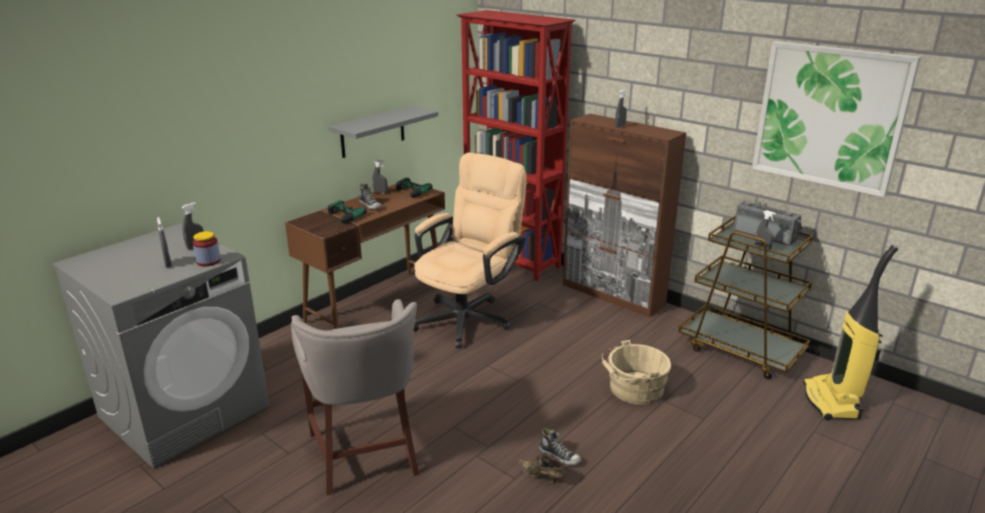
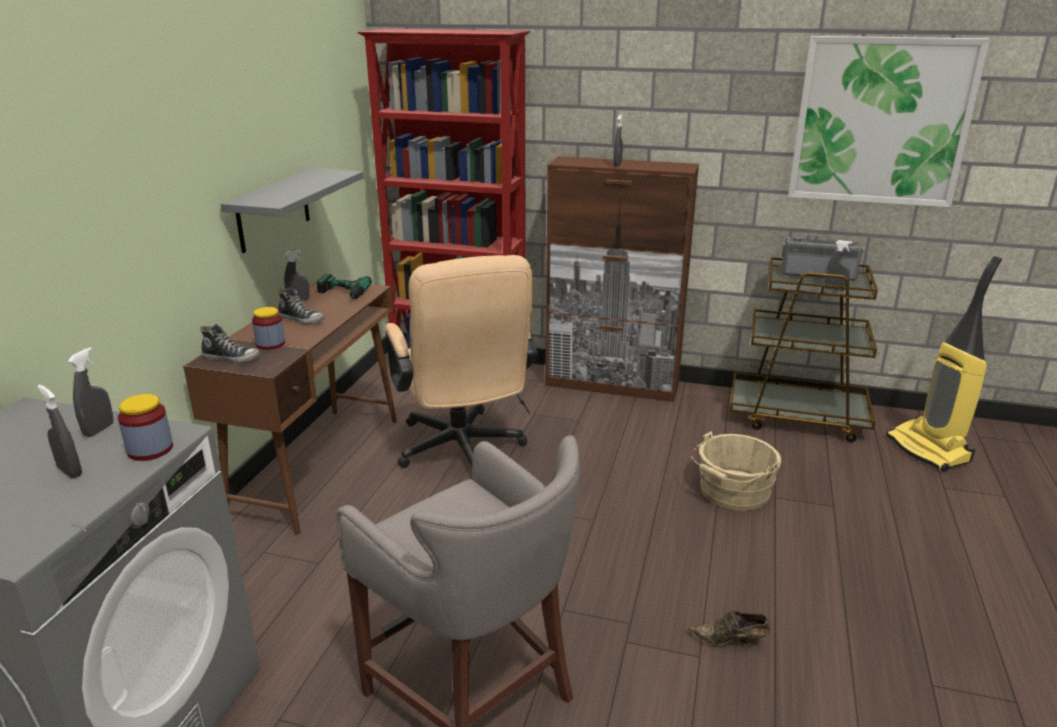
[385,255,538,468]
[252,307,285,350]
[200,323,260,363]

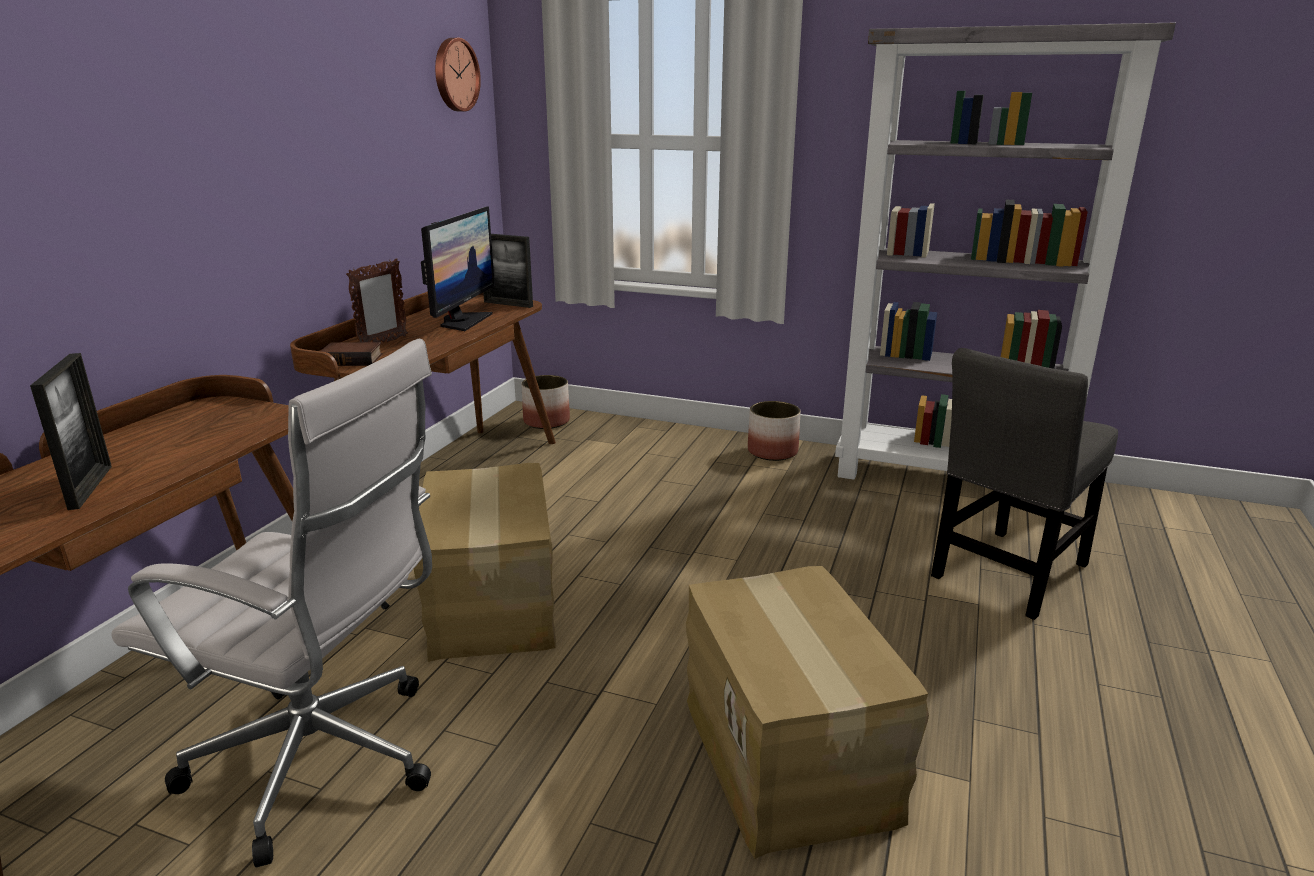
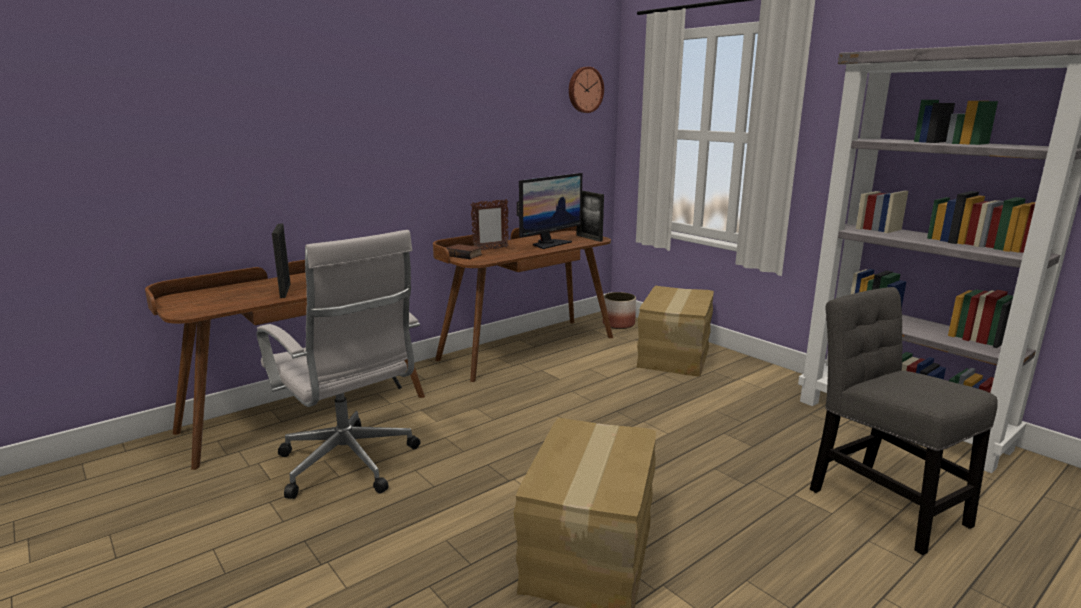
[810,287,998,555]
[272,224,291,298]
[748,401,801,461] (first image)
[636,285,714,377]

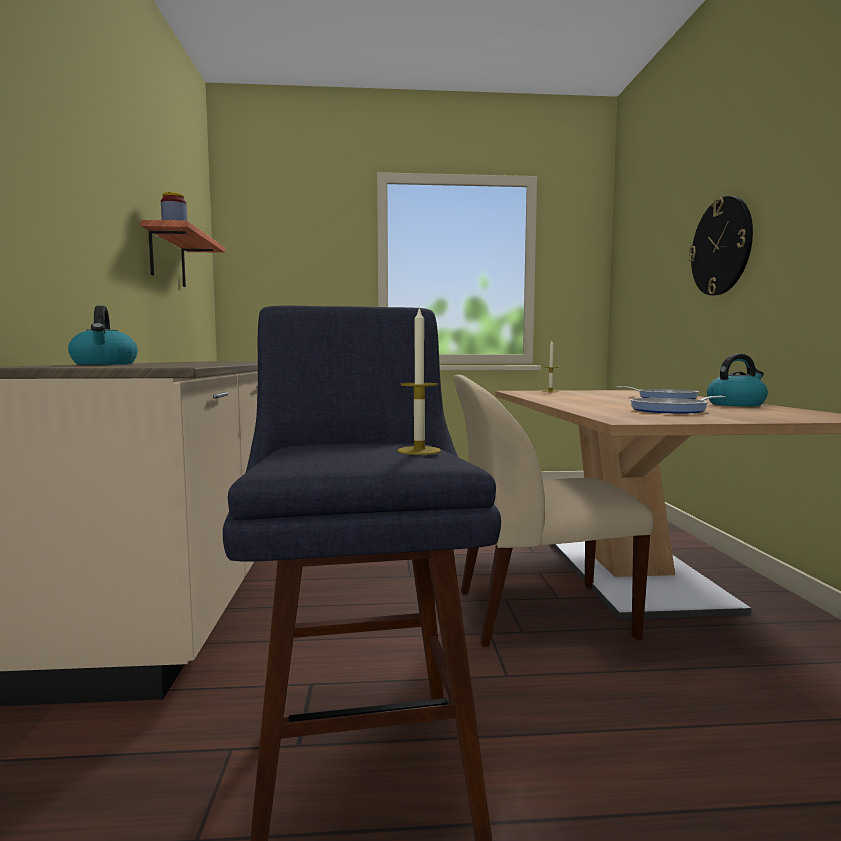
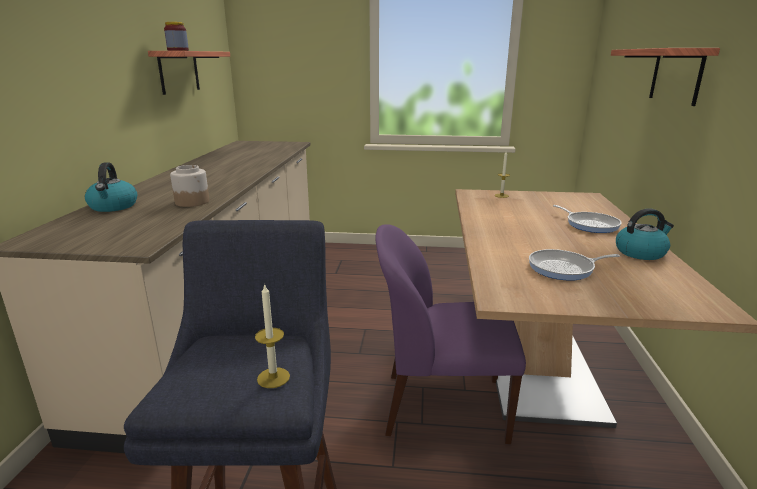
[611,48,720,106]
[375,224,526,444]
[170,165,209,207]

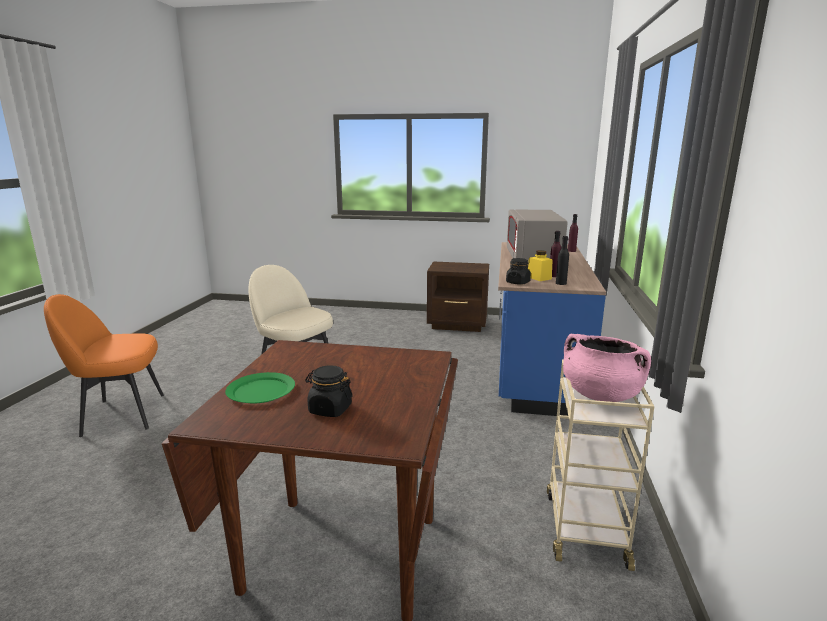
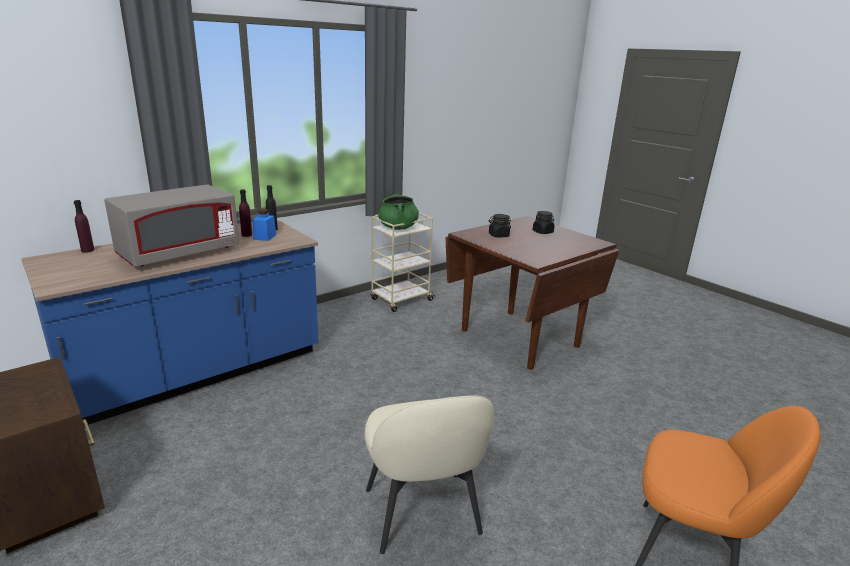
[252,209,276,241]
[489,214,511,237]
[378,194,419,230]
[225,372,295,403] (first image)

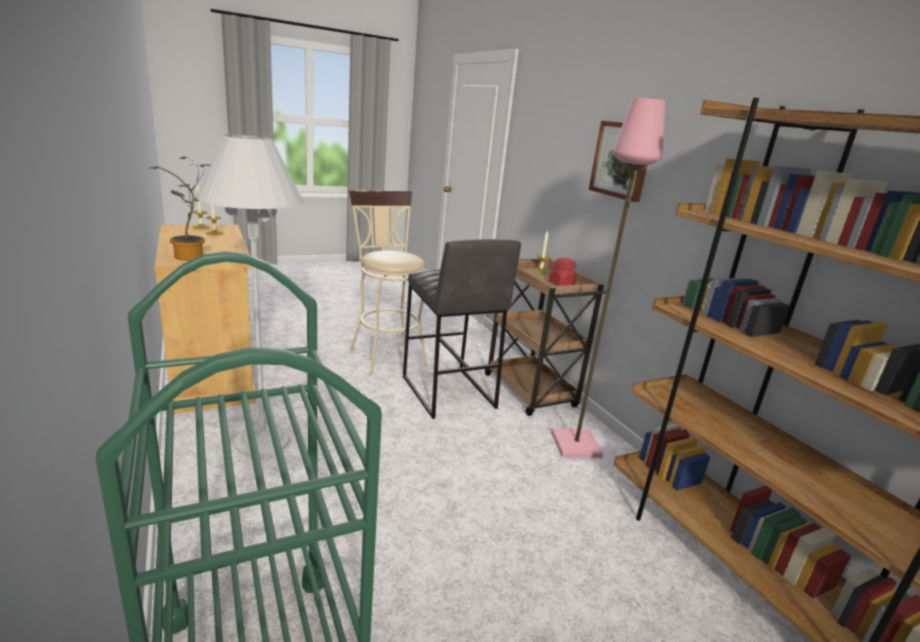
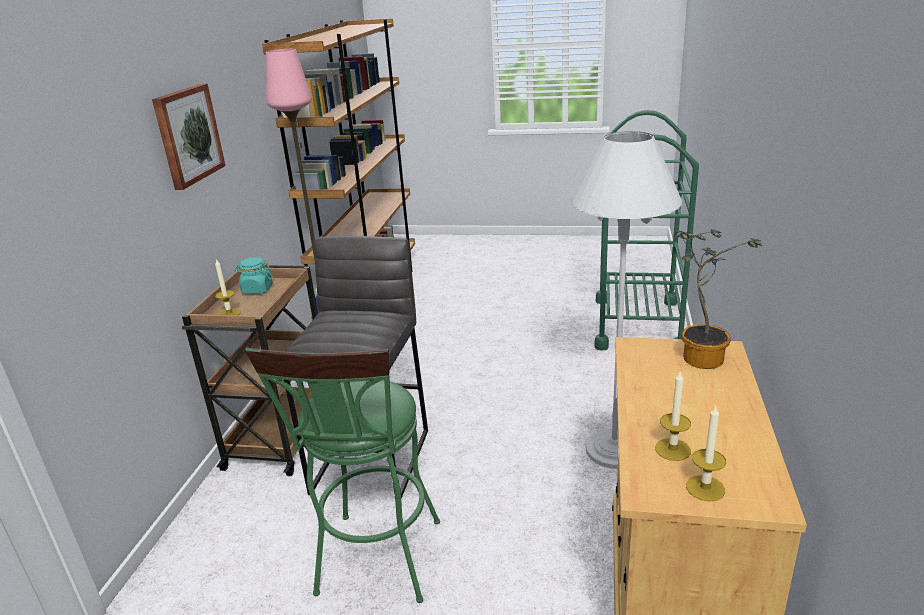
[245,347,440,603]
[235,257,273,294]

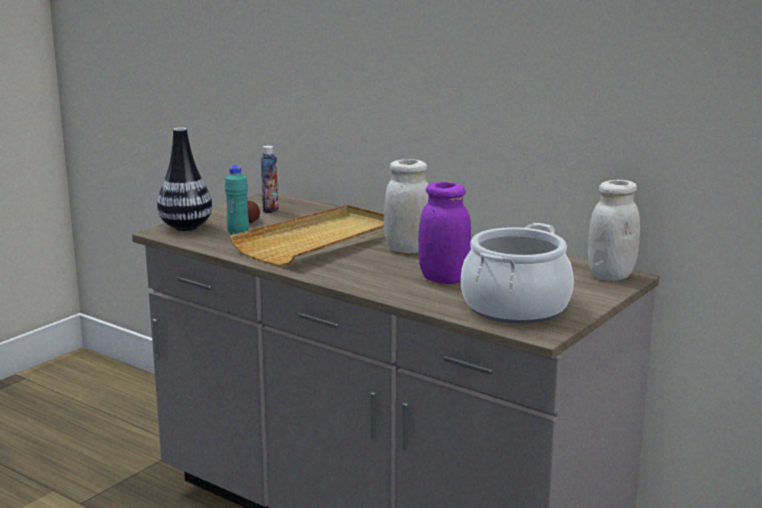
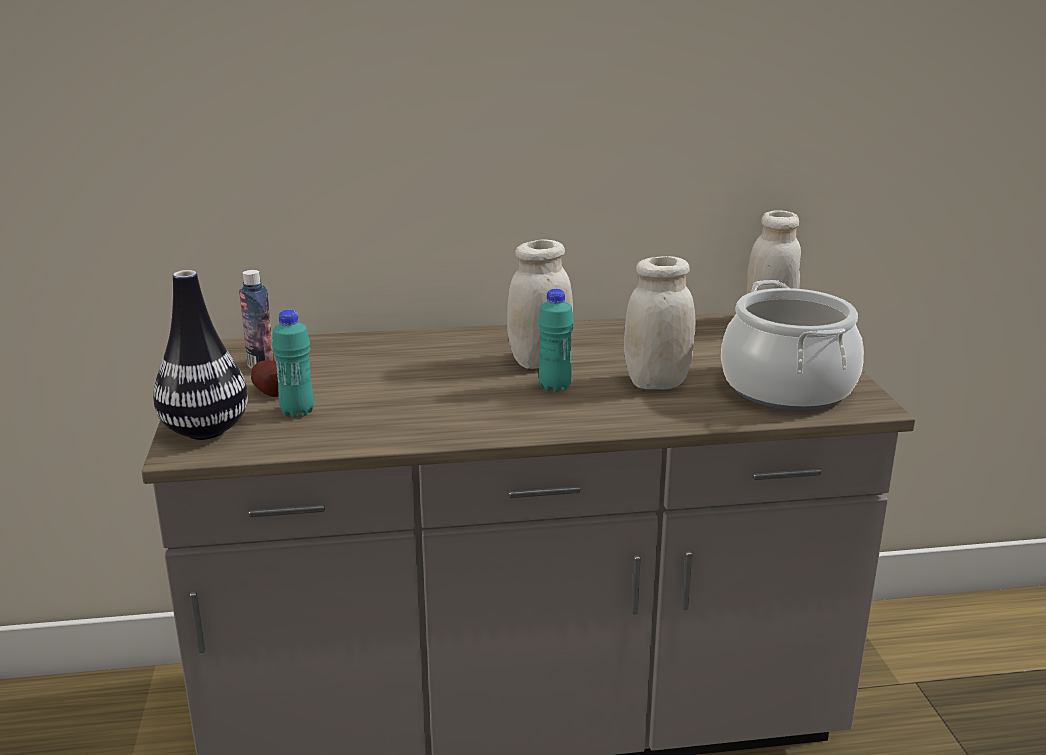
[624,256,695,389]
[230,205,385,266] (first image)
[538,289,574,392]

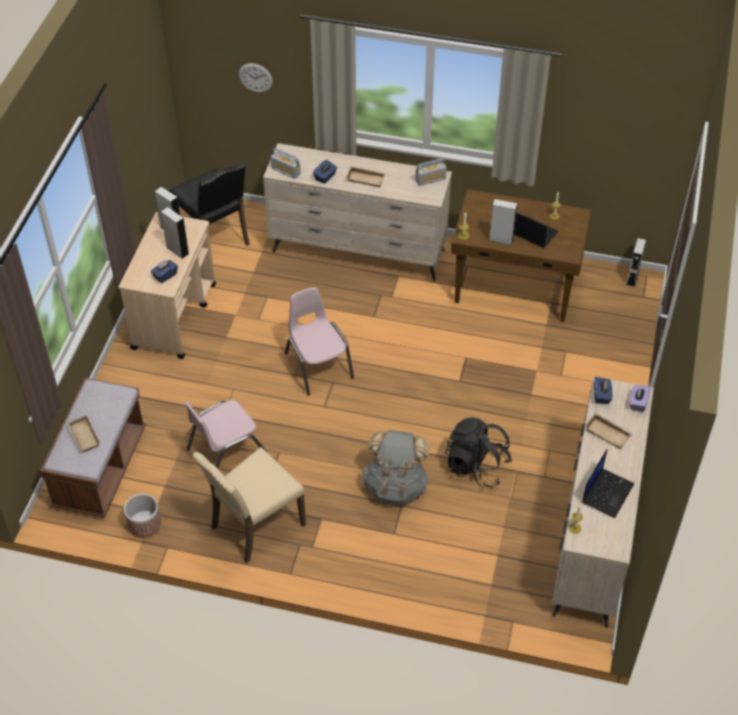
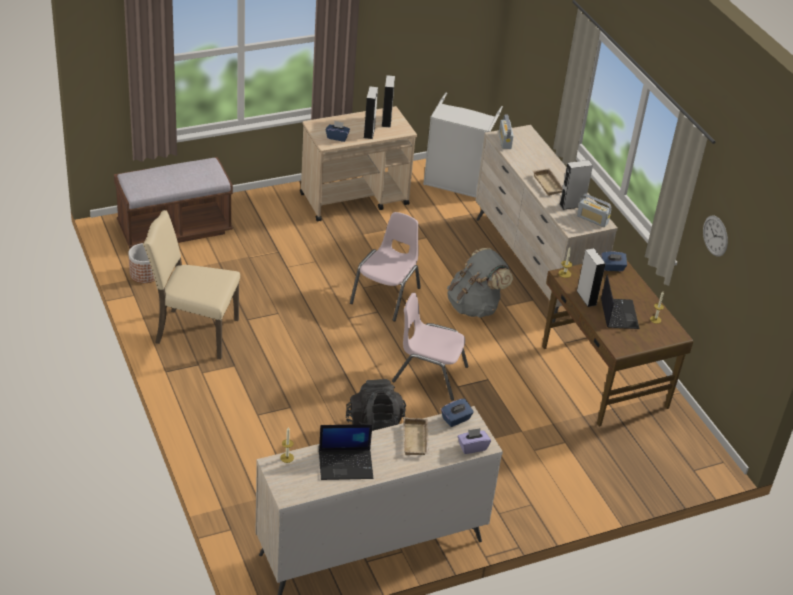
[703,216,728,256]
[601,252,627,271]
[423,93,503,198]
[559,160,593,210]
[392,293,468,401]
[66,415,101,452] (first image)
[447,248,513,318]

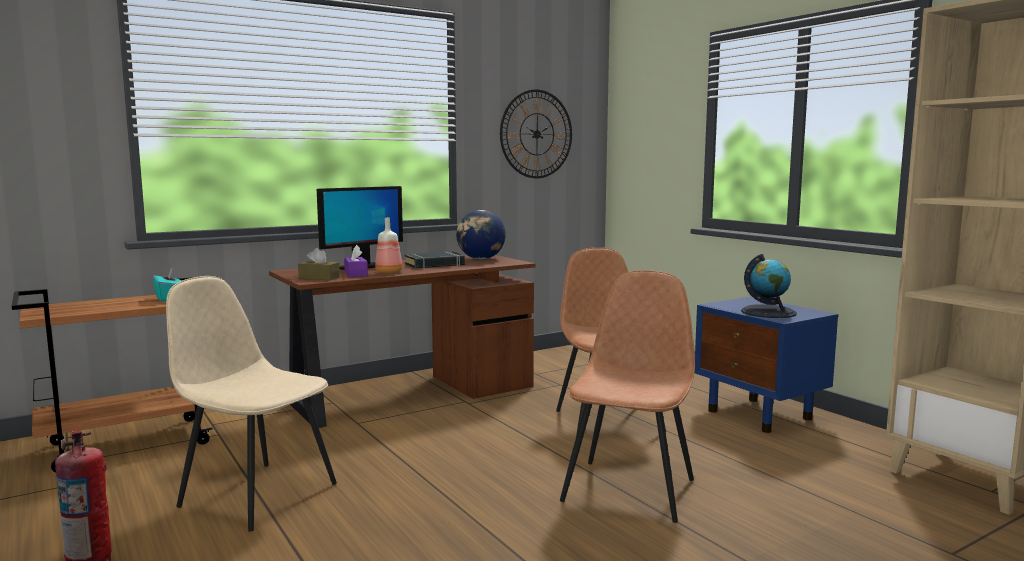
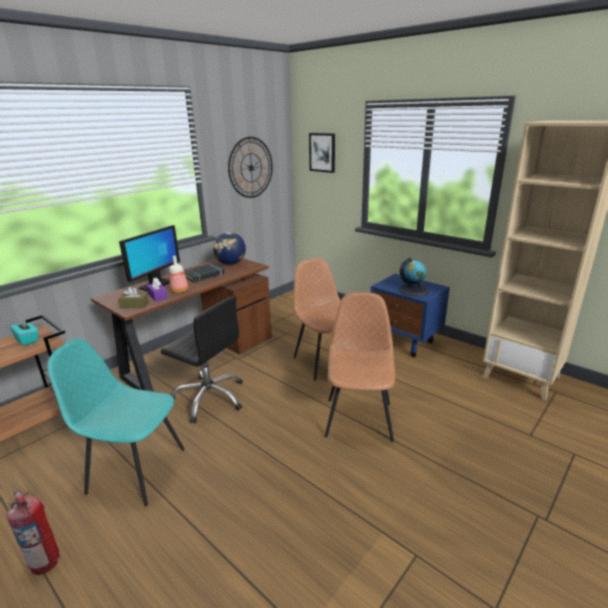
[47,338,185,506]
[309,133,335,173]
[161,295,243,423]

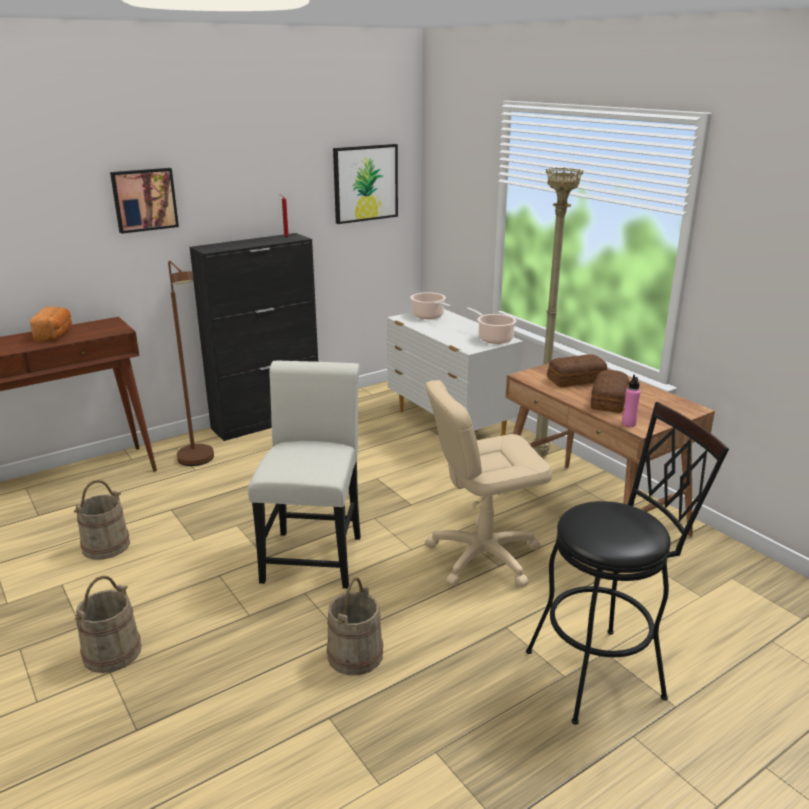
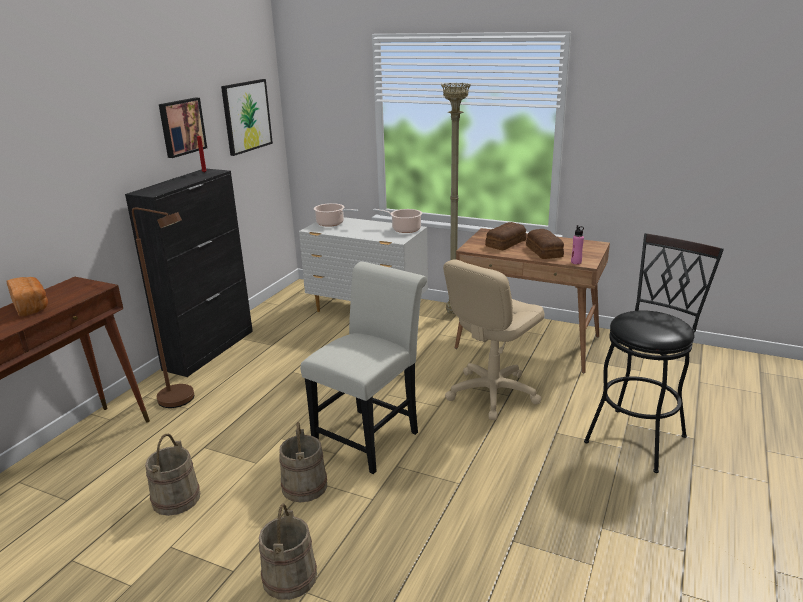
[159,98,207,158]
[300,262,427,474]
[279,422,327,502]

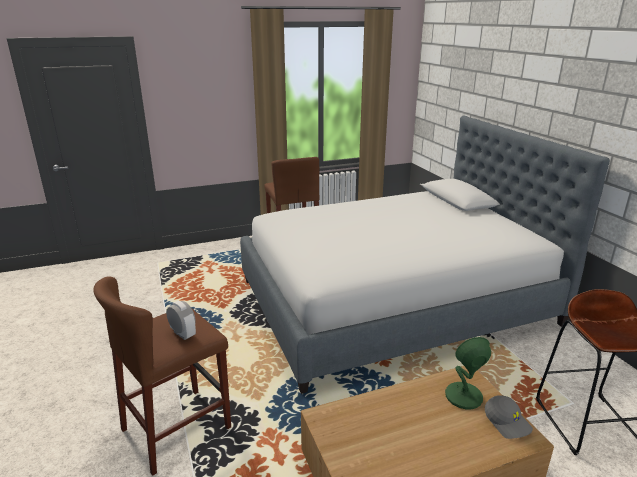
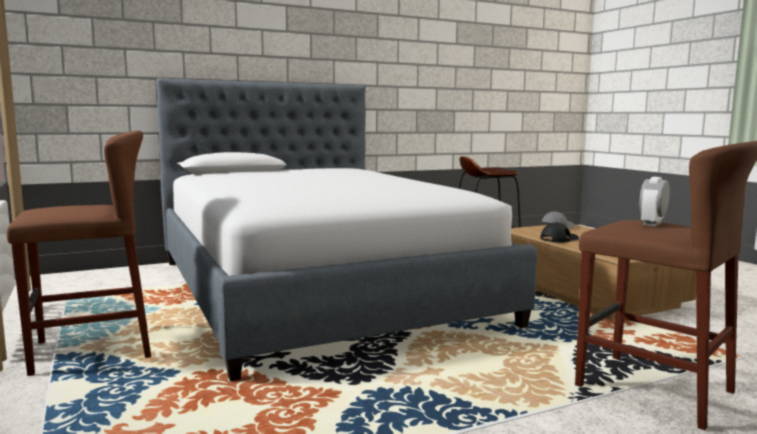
[445,337,491,409] (first image)
[540,223,579,243]

